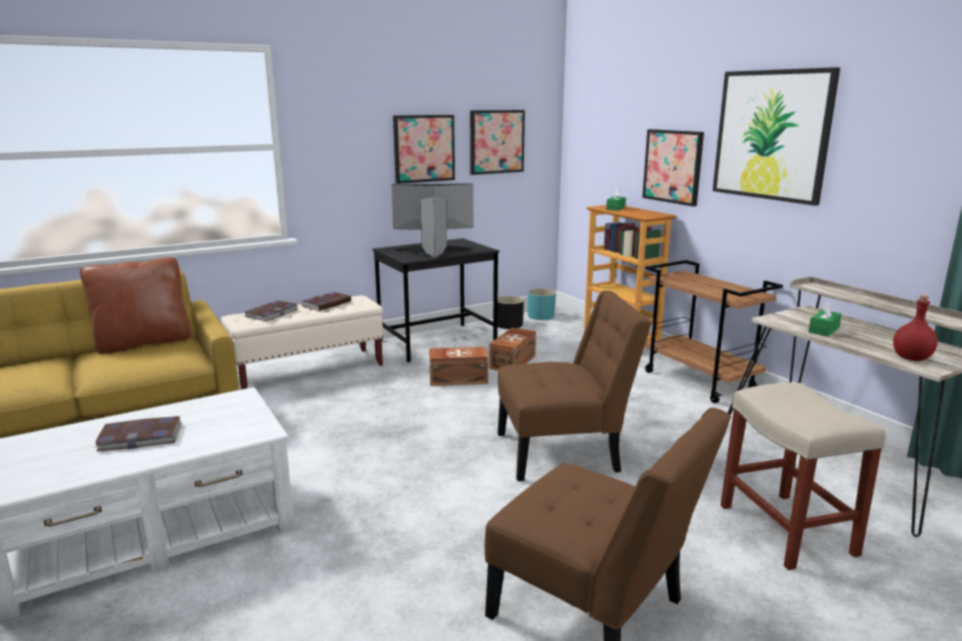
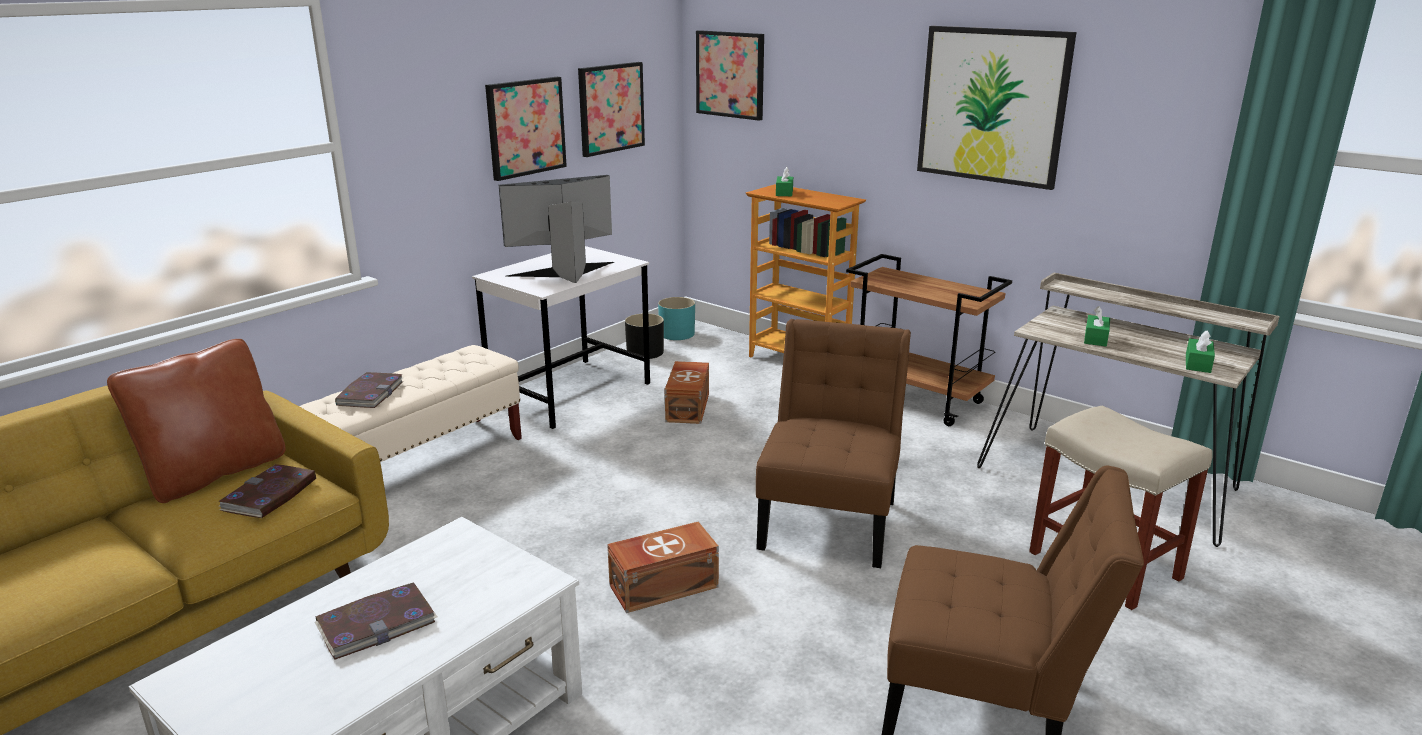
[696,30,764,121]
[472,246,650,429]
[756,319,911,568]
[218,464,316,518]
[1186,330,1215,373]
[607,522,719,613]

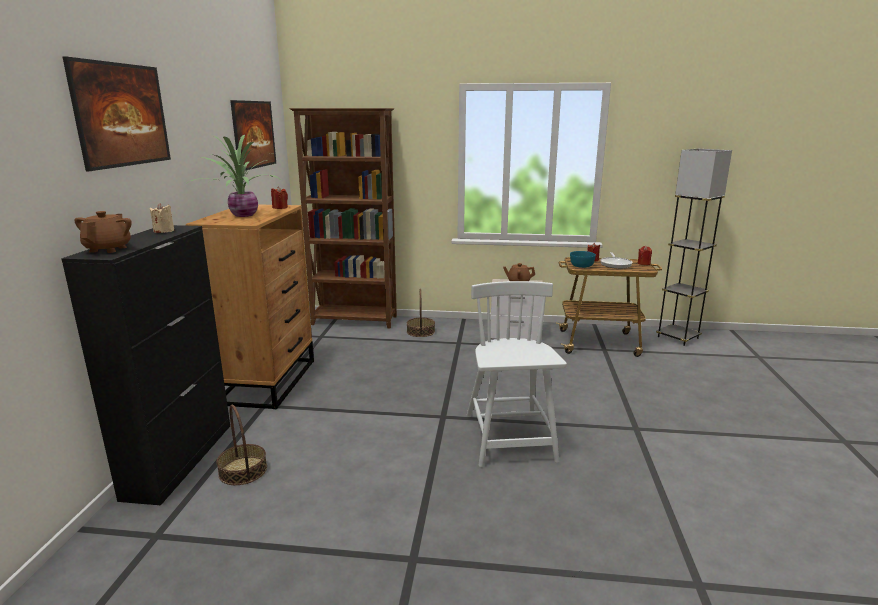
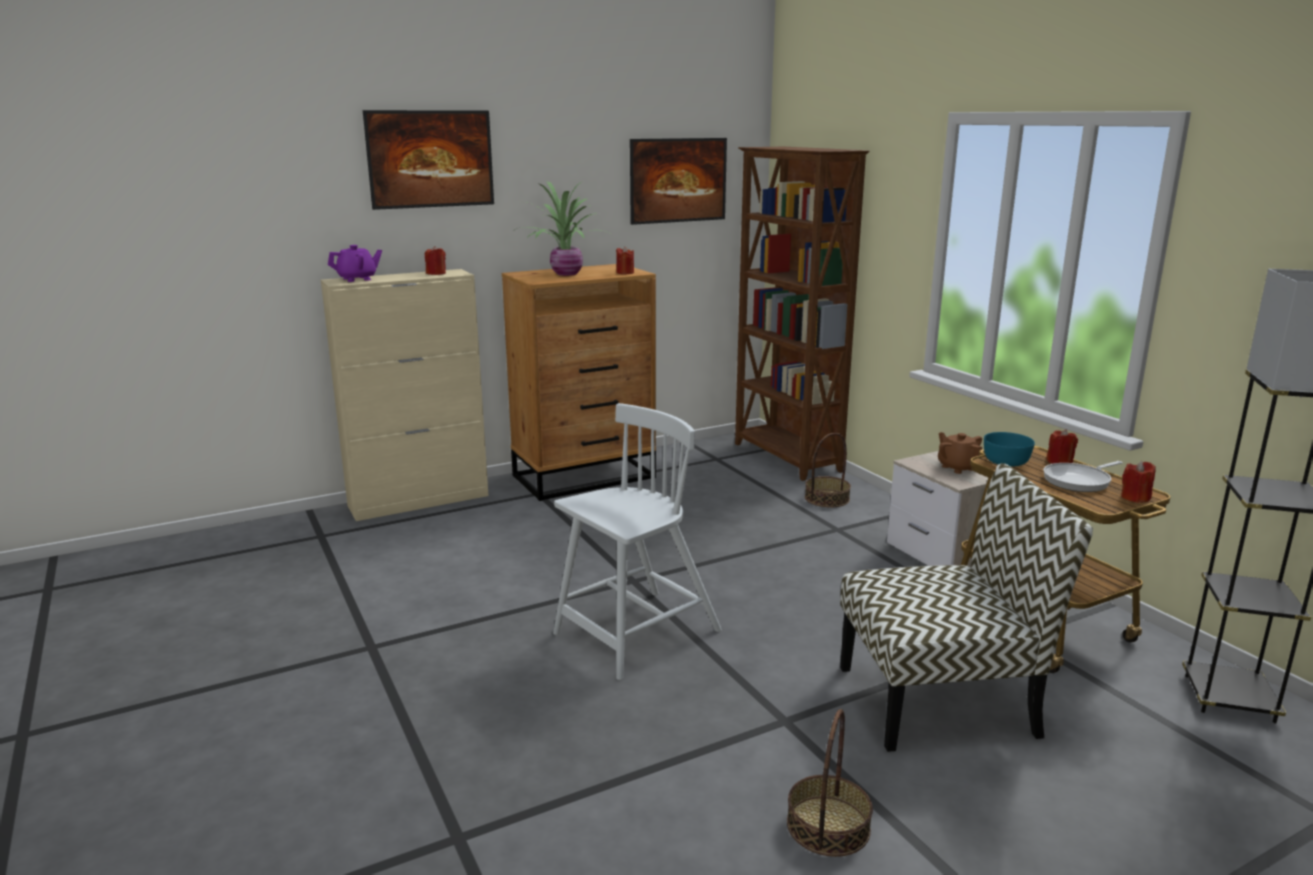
[425,246,446,275]
[328,245,382,282]
[321,269,489,521]
[787,709,873,857]
[840,463,1093,752]

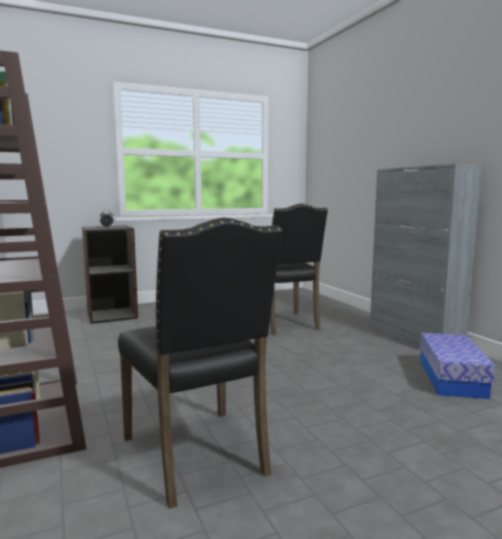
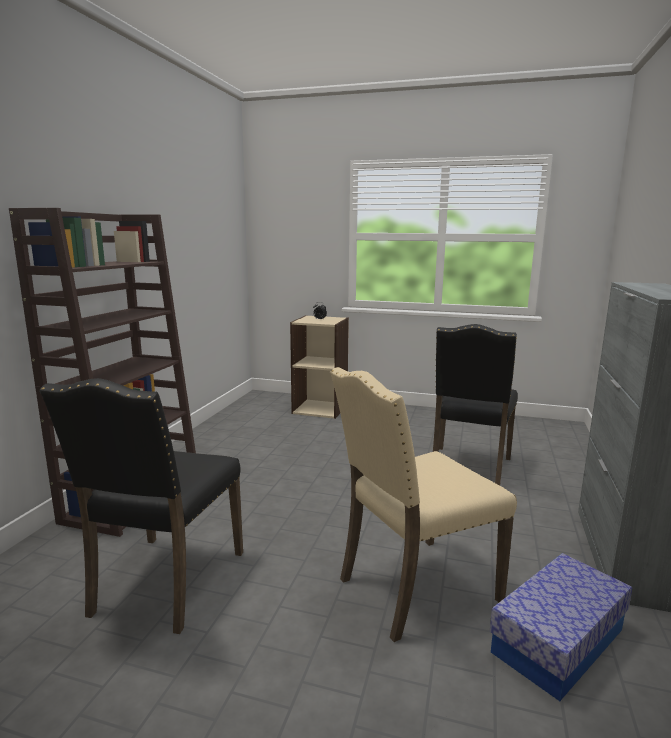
[290,315,349,419]
[330,367,517,642]

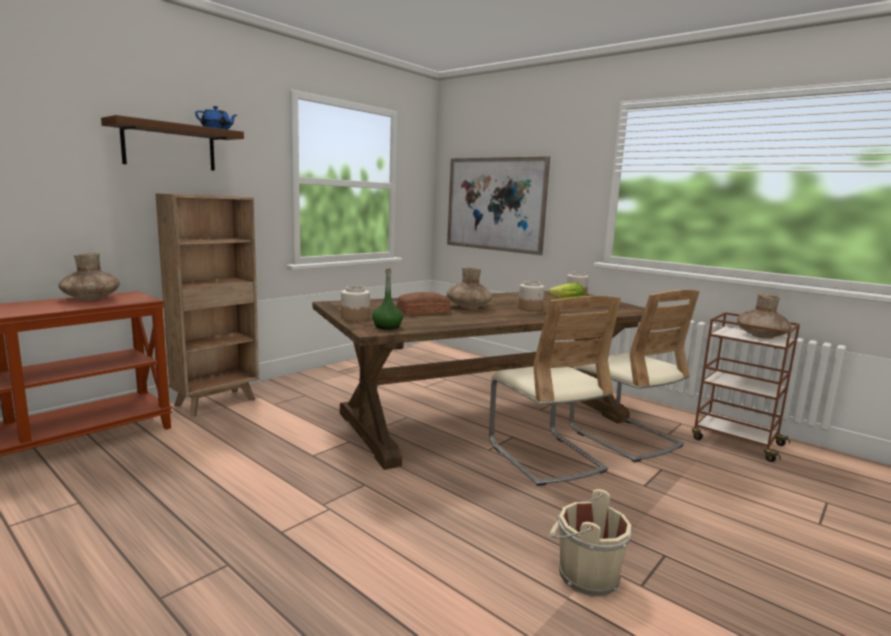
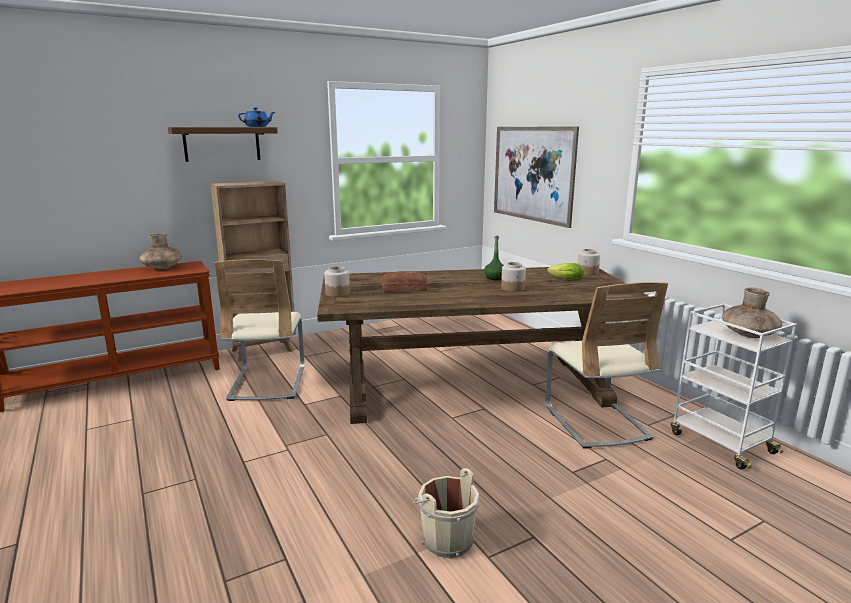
[447,267,492,309] (first image)
[484,236,504,280]
[215,259,304,401]
[671,304,797,470]

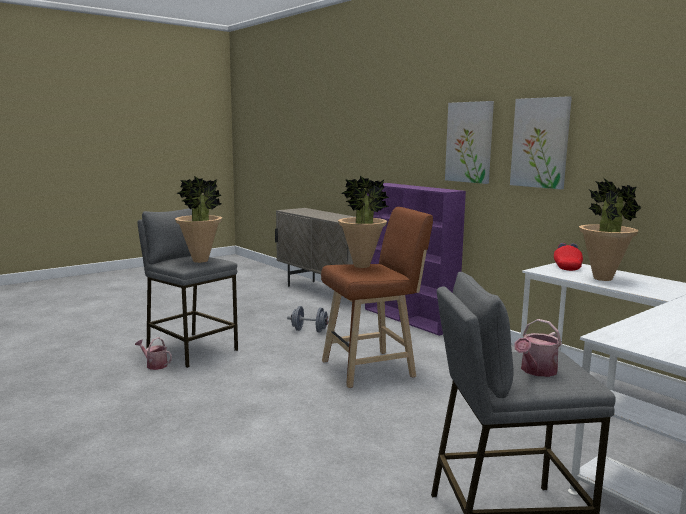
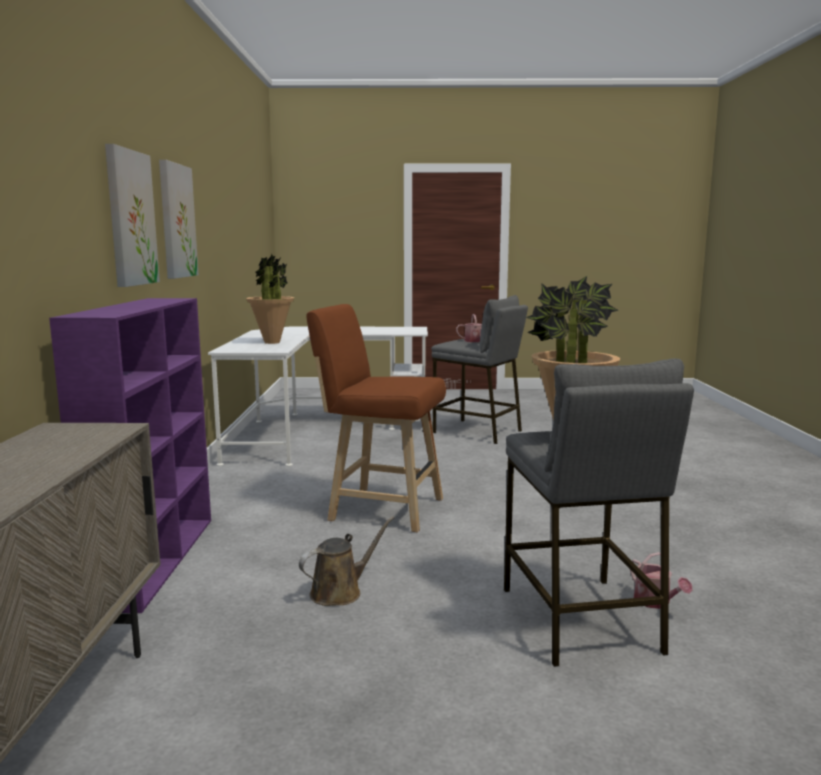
[338,176,389,268] (first image)
[554,243,583,271] (first image)
[299,516,394,606]

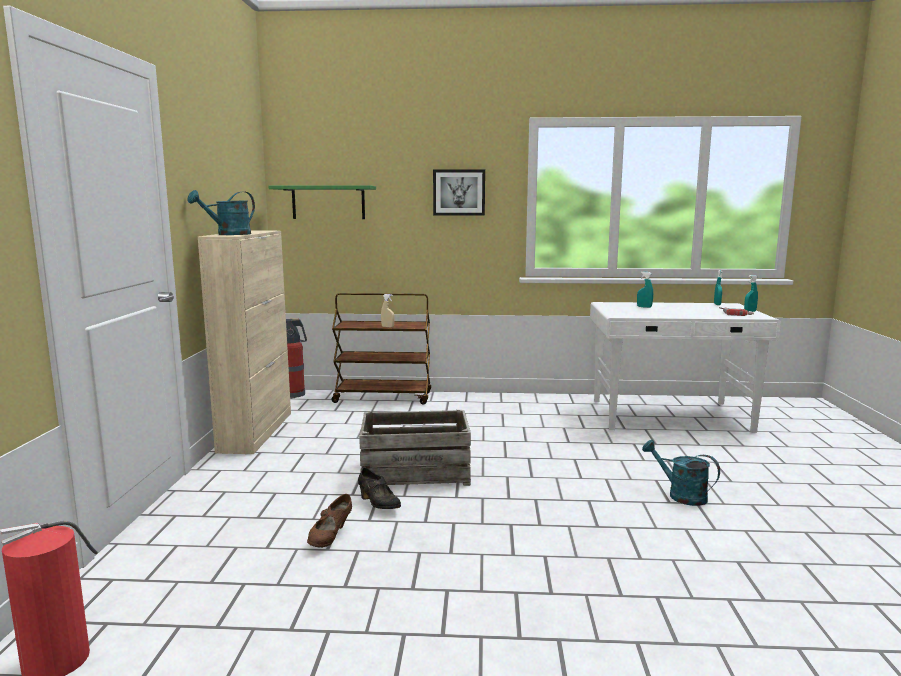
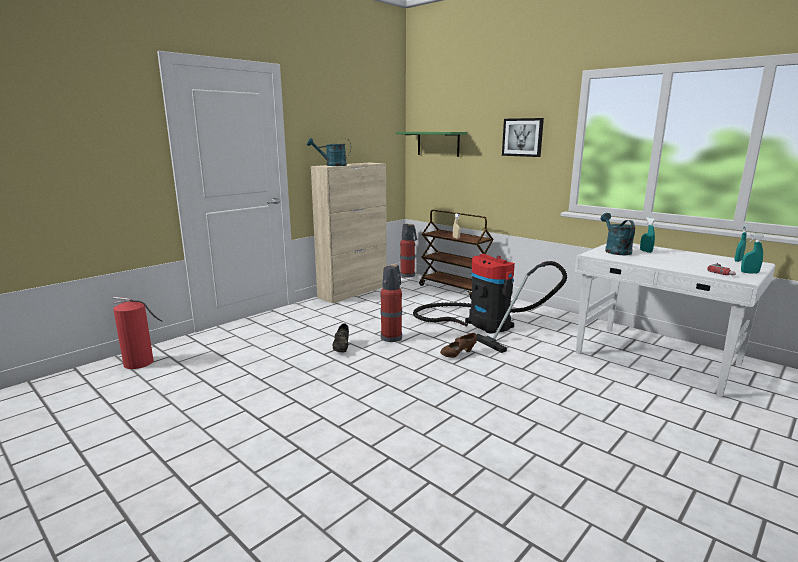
[380,264,402,342]
[601,213,635,255]
[440,333,477,358]
[413,254,567,353]

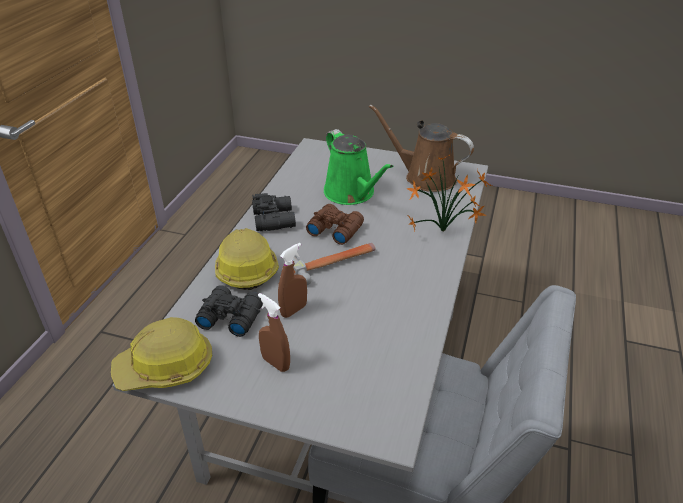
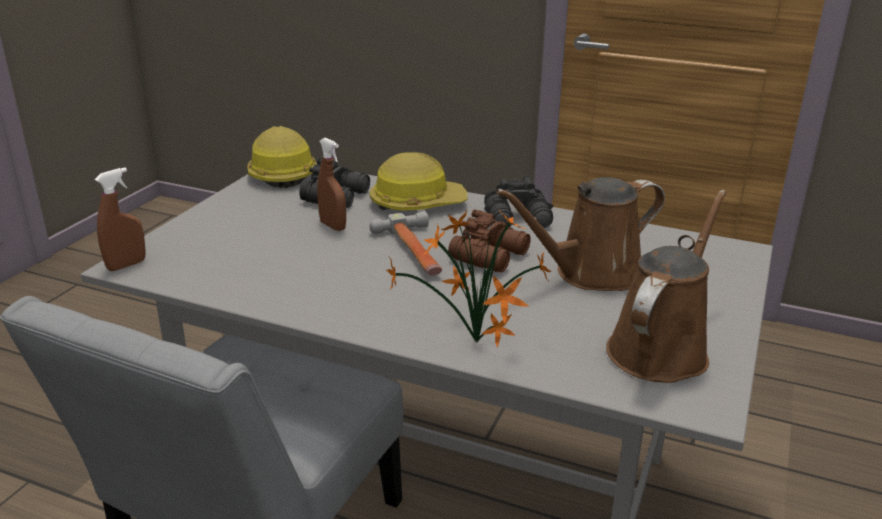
[496,177,665,291]
[95,167,146,271]

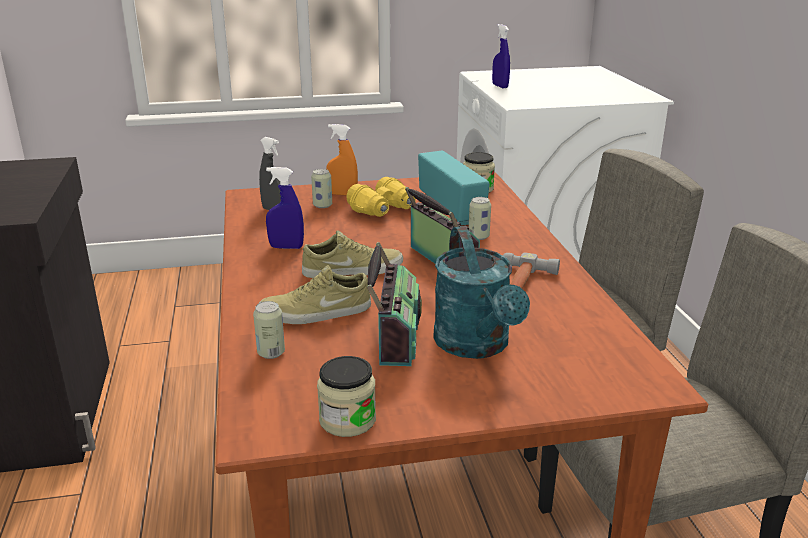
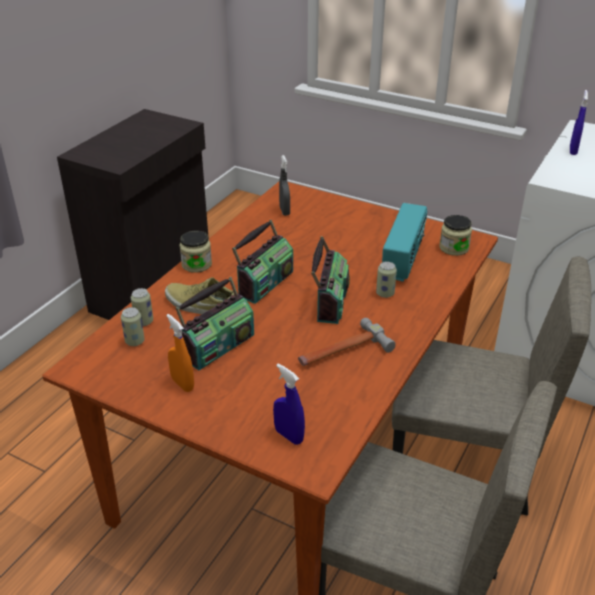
[166,314,194,392]
[273,363,305,445]
[121,307,144,346]
[346,177,416,217] (first image)
[433,226,530,359] (first image)
[232,220,293,304]
[179,231,212,273]

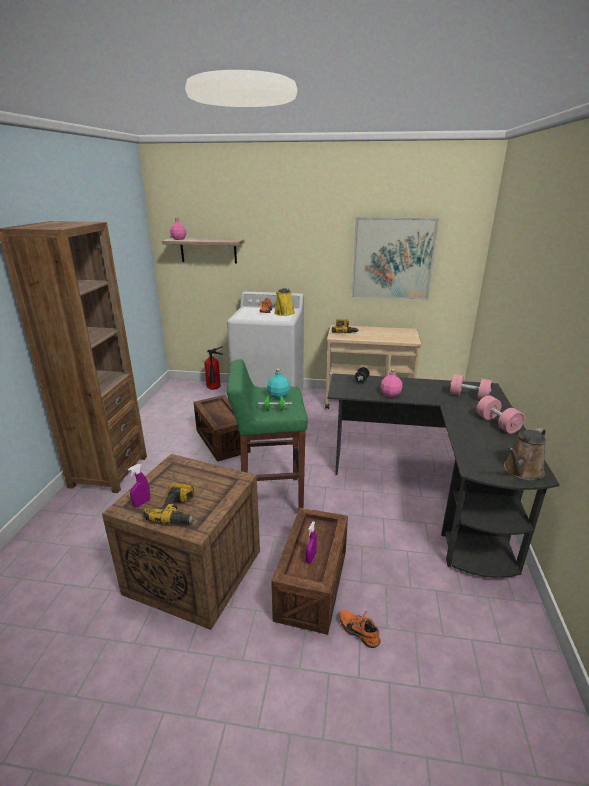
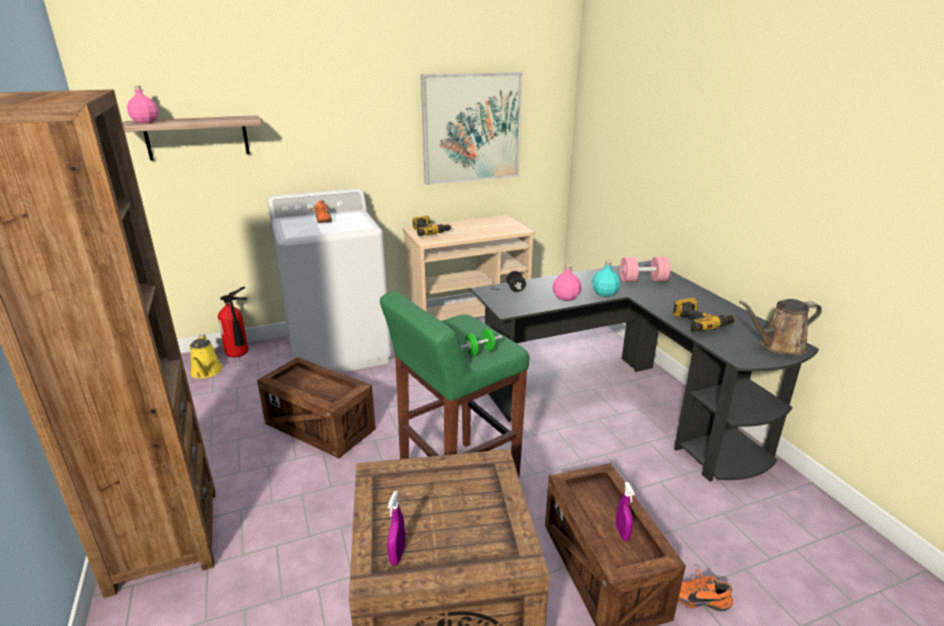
[189,335,223,379]
[592,261,620,297]
[476,395,525,434] (first image)
[739,299,822,355]
[673,298,736,332]

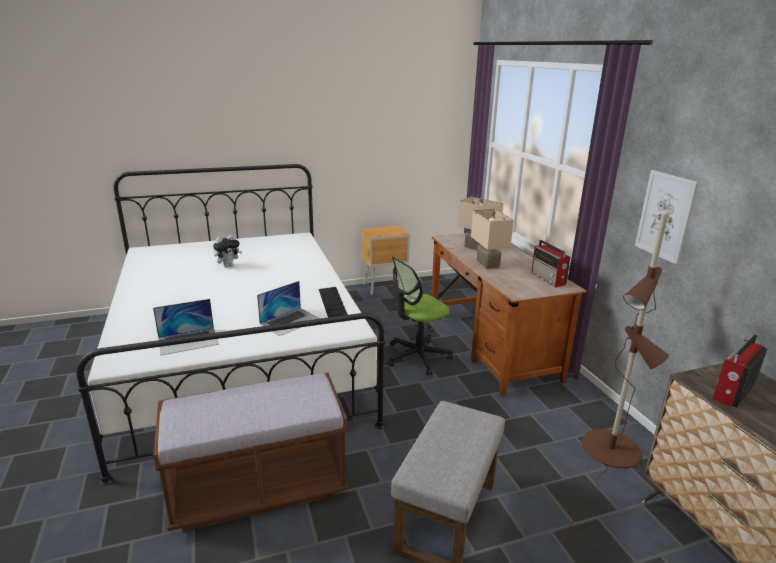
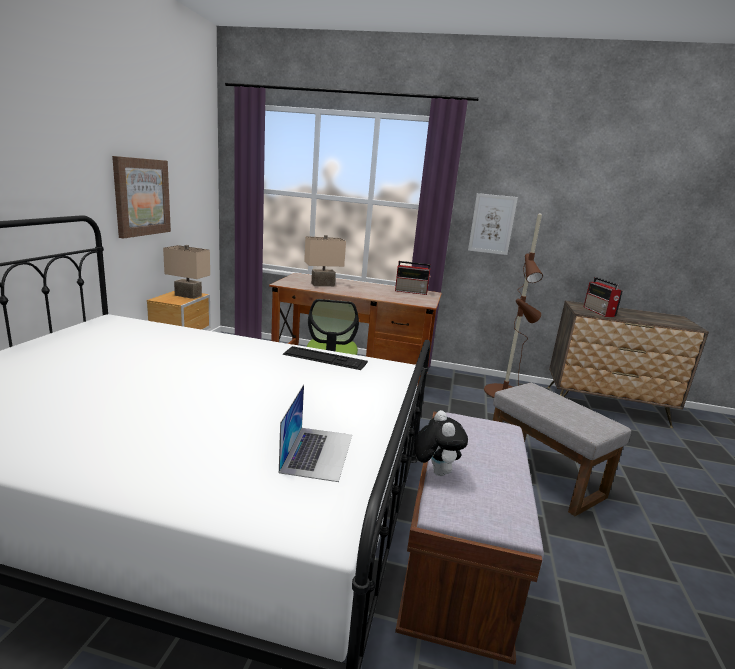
[163,245,210,299]
[414,410,468,476]
[257,281,320,336] (first image)
[112,156,171,238]

